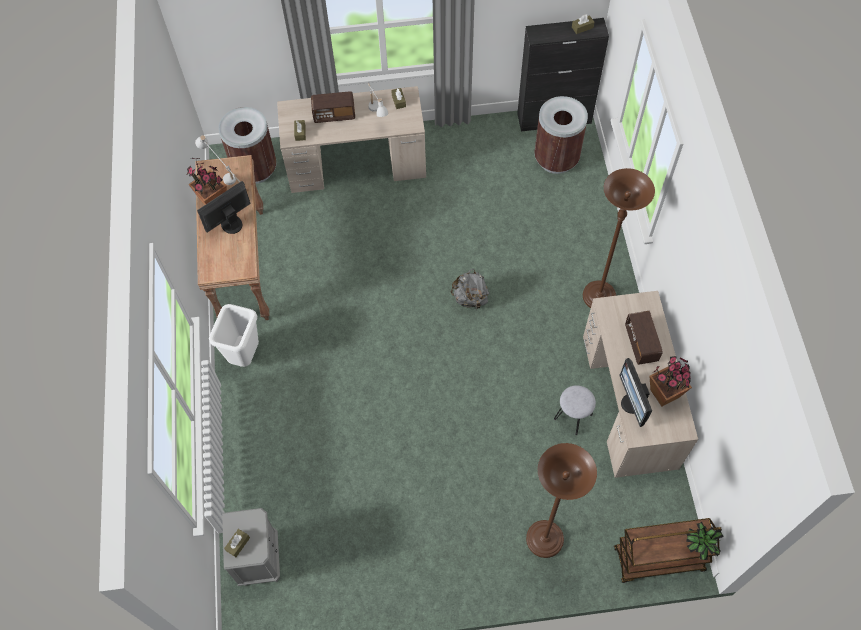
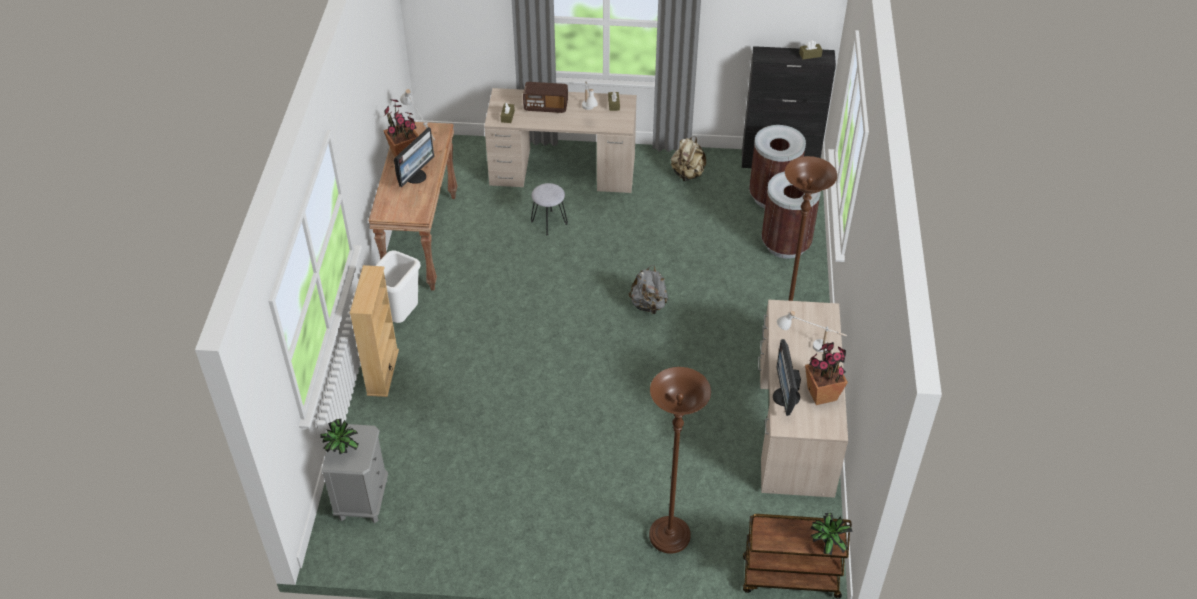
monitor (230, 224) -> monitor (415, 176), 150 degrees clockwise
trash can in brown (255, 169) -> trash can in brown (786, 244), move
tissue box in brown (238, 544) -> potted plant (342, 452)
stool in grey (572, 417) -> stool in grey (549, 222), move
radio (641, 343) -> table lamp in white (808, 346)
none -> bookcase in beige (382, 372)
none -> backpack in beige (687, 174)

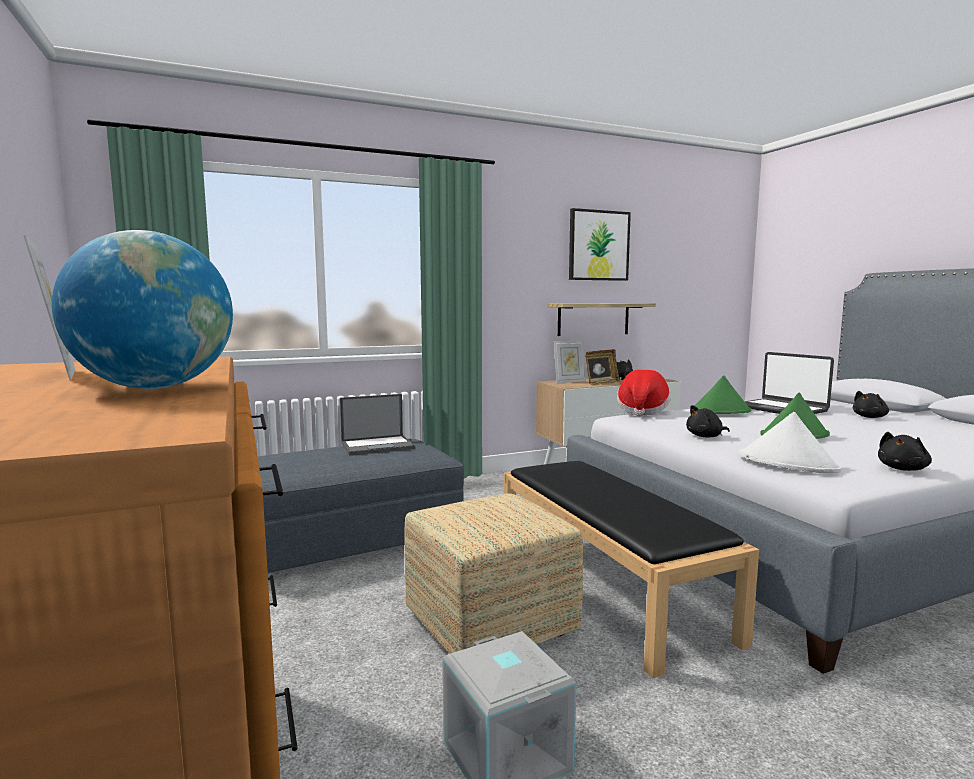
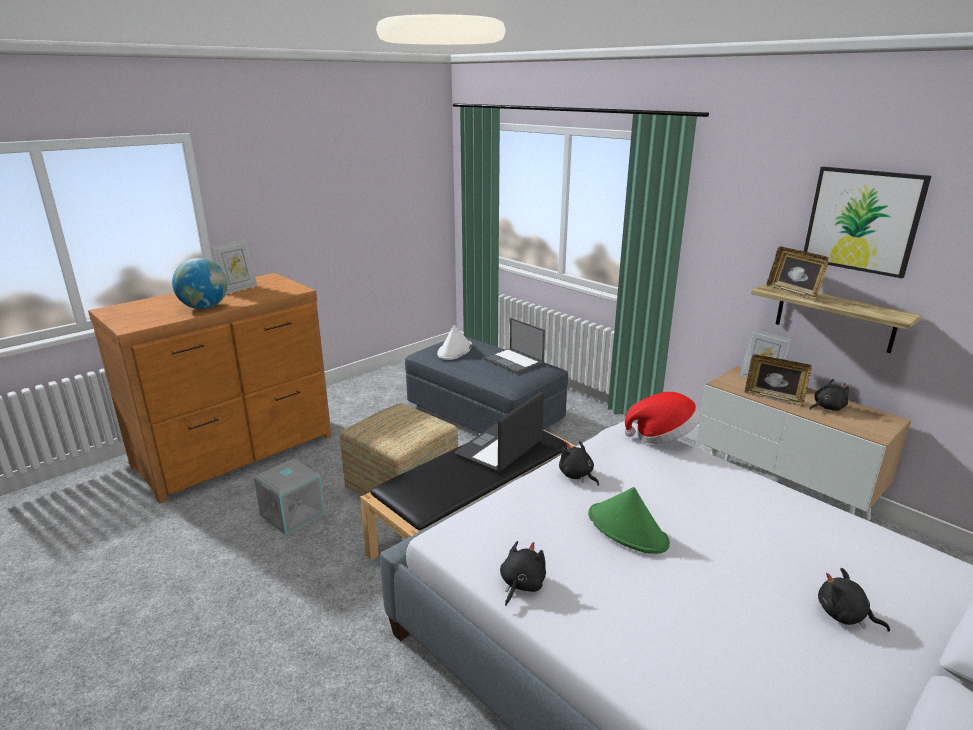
hat in green (720, 411) -> none
hat in white (788, 463) -> hat in white (454, 350), move
laptop (781, 409) -> laptop (500, 449), move
plush toy in black (903, 469) -> plush toy in black (521, 585), 90 degrees clockwise
none -> picture frame (793, 293)

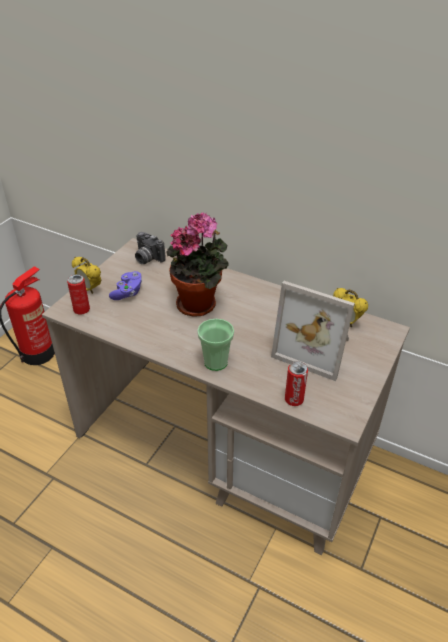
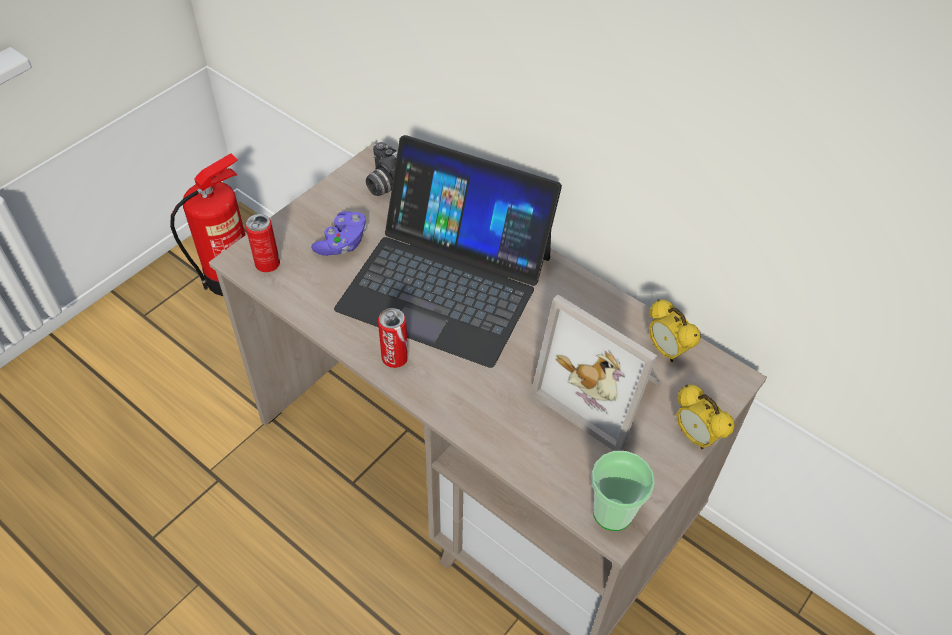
alarm clock (90, 289) -> alarm clock (695, 437), move
potted plant (200, 304) -> laptop (446, 281)
cup (215, 362) -> cup (612, 512), move
can (294, 399) -> can (395, 358), move

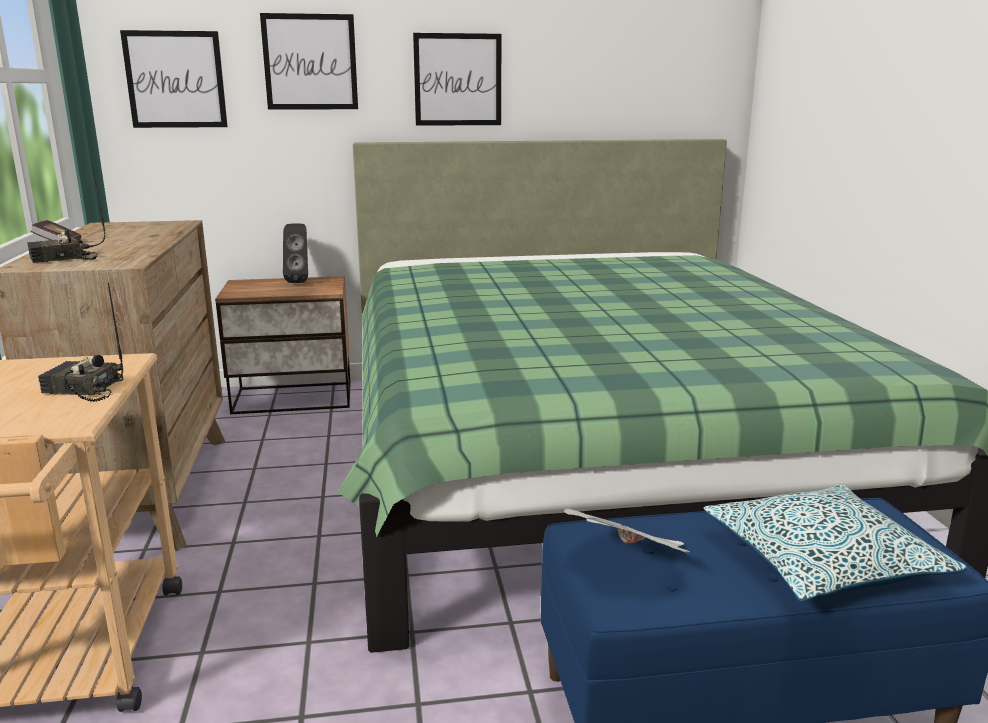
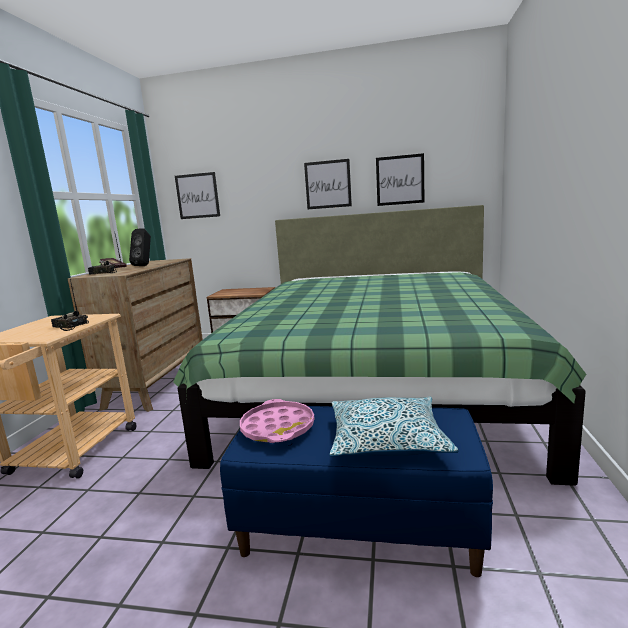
picture (310, 62) -> picture (400, 180), move
speaker in black (299, 281) -> speaker in black (144, 266), move
newspaper (630, 562) -> tray in pink (278, 428)

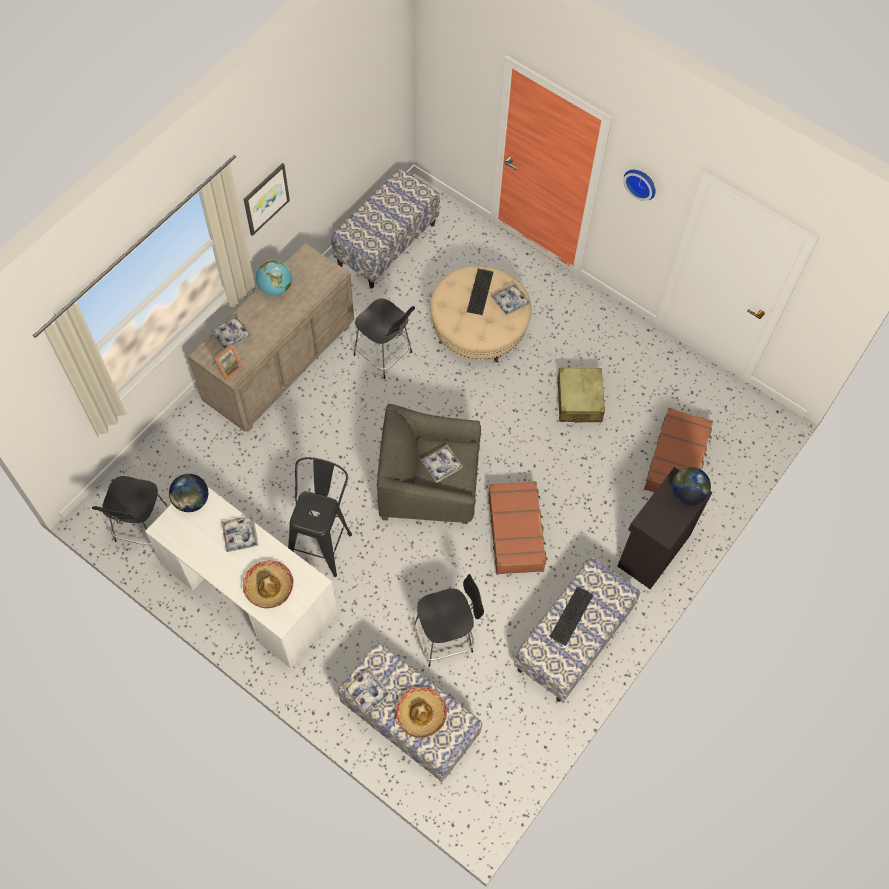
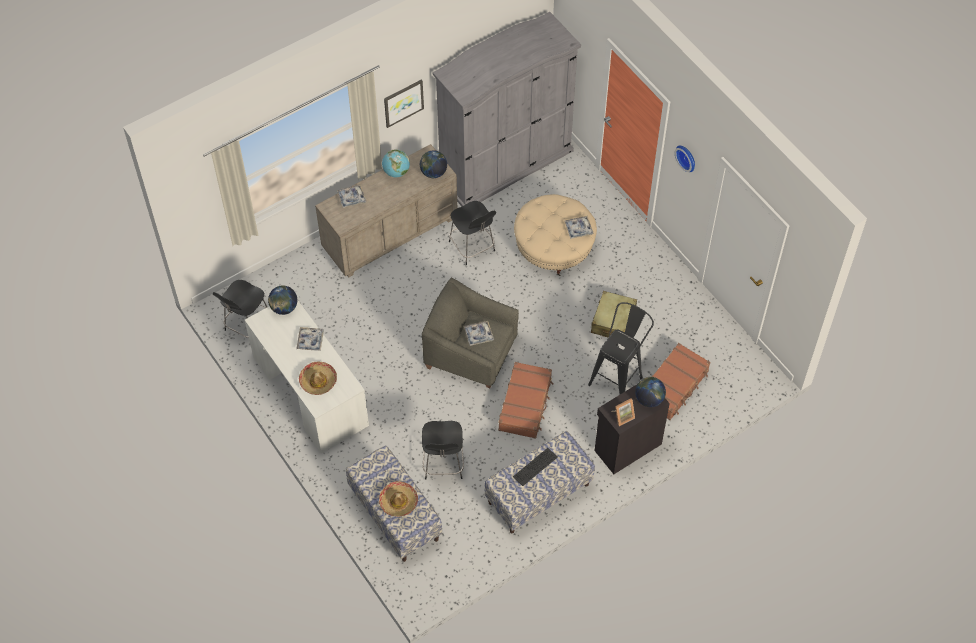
picture frame (228, 368) -> picture frame (622, 416), move
stool in black (322, 541) -> stool in black (618, 377), move
bench (386, 244) -> wardrobe in grey (505, 164)
tray (367, 692) -> none
chair in black (445, 637) -> chair in black (443, 464), 90 degrees clockwise
keyboard (479, 291) -> none
none -> globe (433, 173)

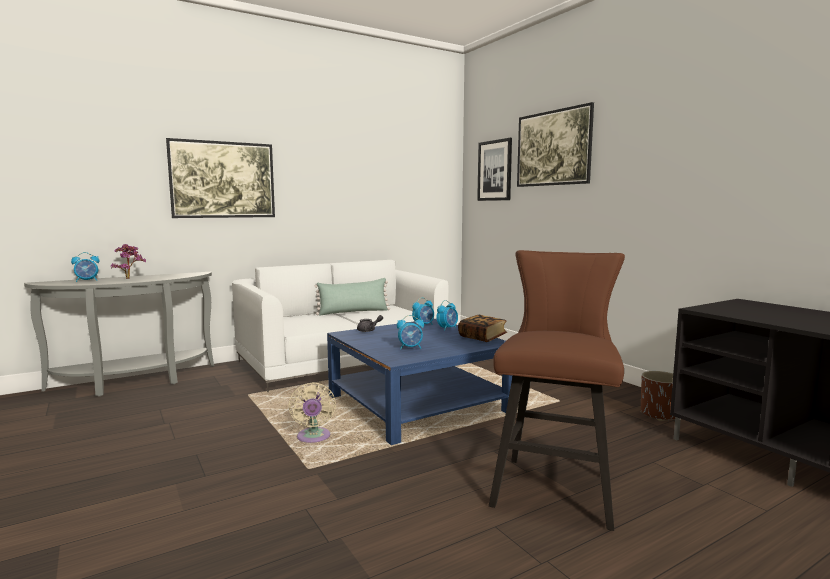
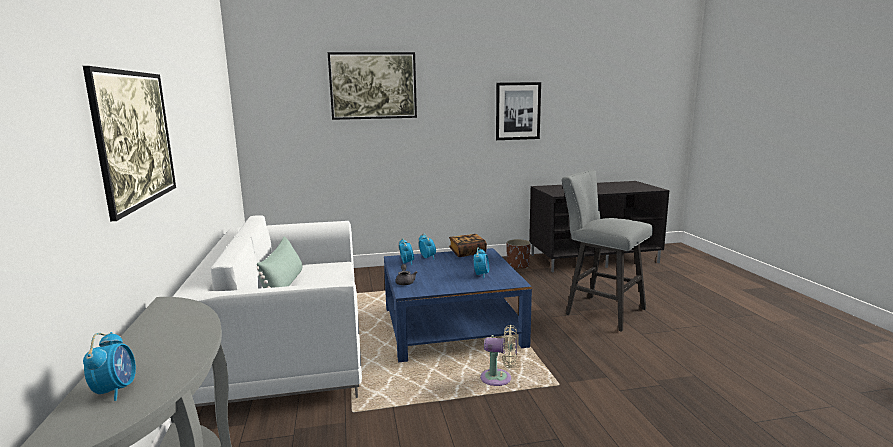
potted plant (129, 278) -> none
picture (495, 170) -> picture (517, 111), move
stool in brown (554, 486) -> stool in grey (600, 311)

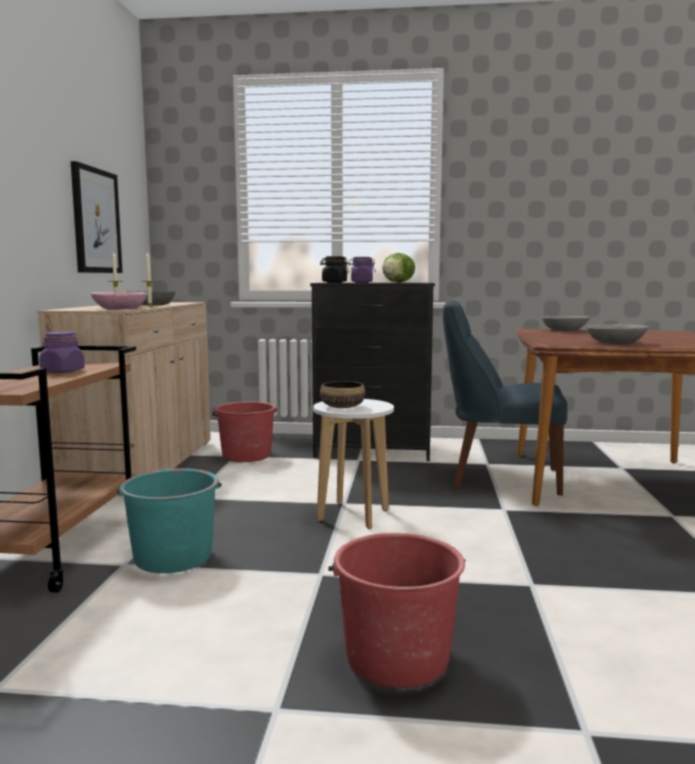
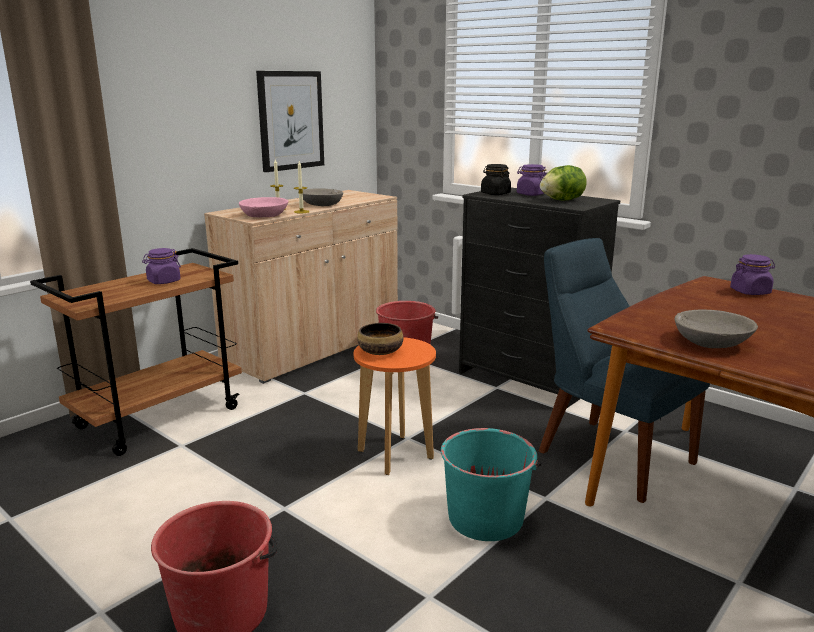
bucket in turquoise (173, 556) -> bucket in turquoise (485, 518), move
stool in white (353, 515) -> stool in orange (395, 455)
bowl in grey (565, 330) -> jar in purple (750, 292)

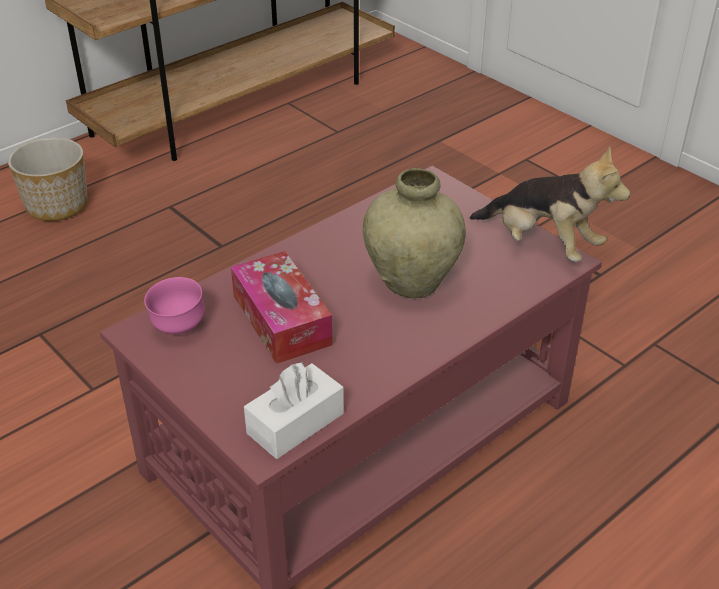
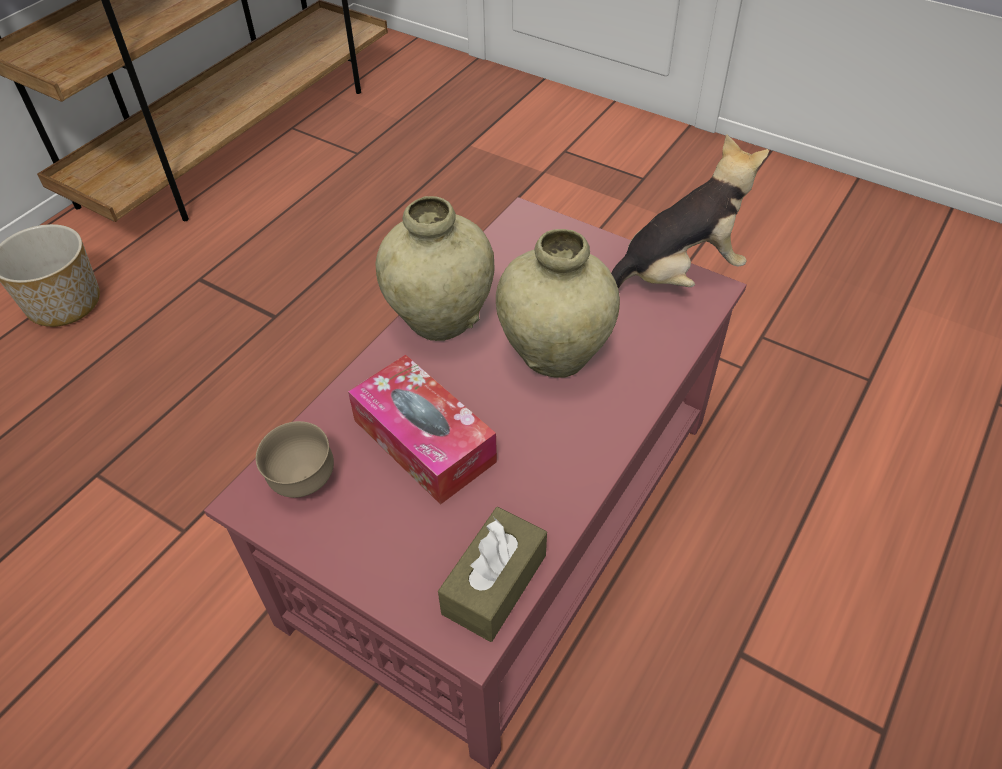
bowl in pink (178, 328) -> bowl in brown (303, 482)
tissue box in white (295, 423) -> tissue box in brown (494, 584)
plush toy (542, 245) -> plush toy (676, 275), 45 degrees counterclockwise
none -> vase in beige (440, 320)

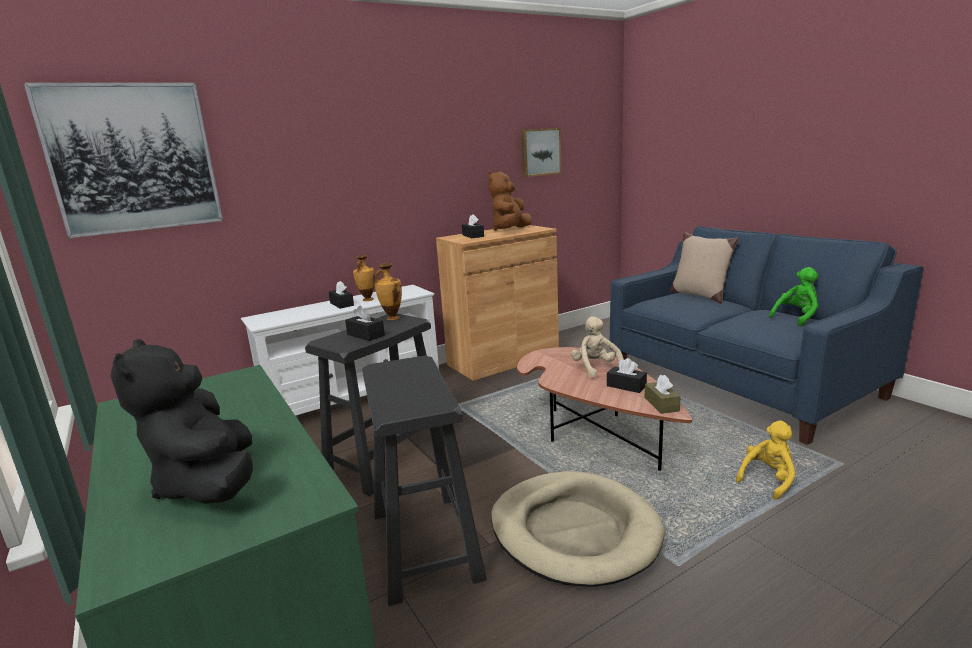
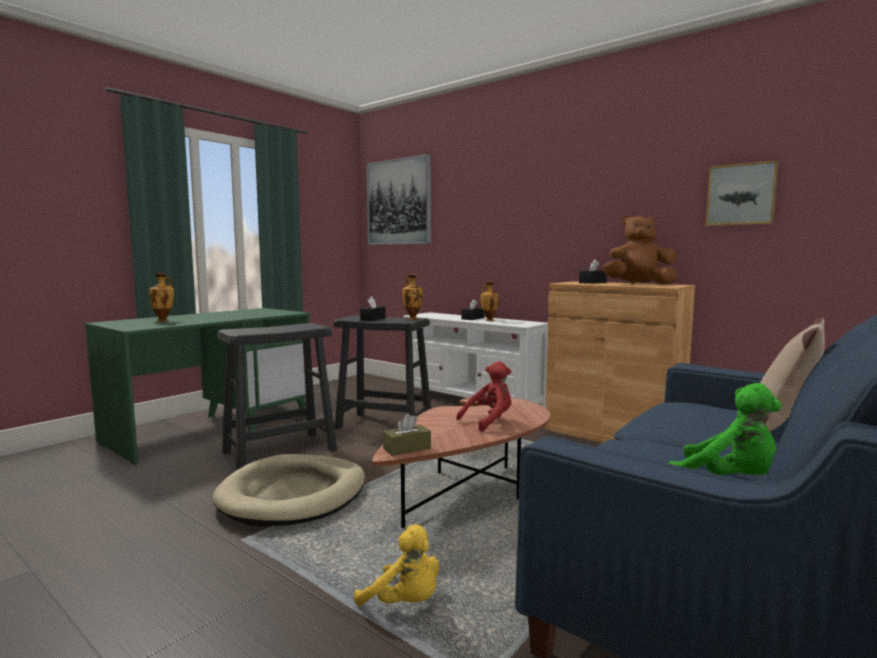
plush toy in black (209, 484) -> vase (163, 320)
plush toy in beige (596, 368) -> plush toy in red (489, 421)
tissue box in black (626, 386) -> none

